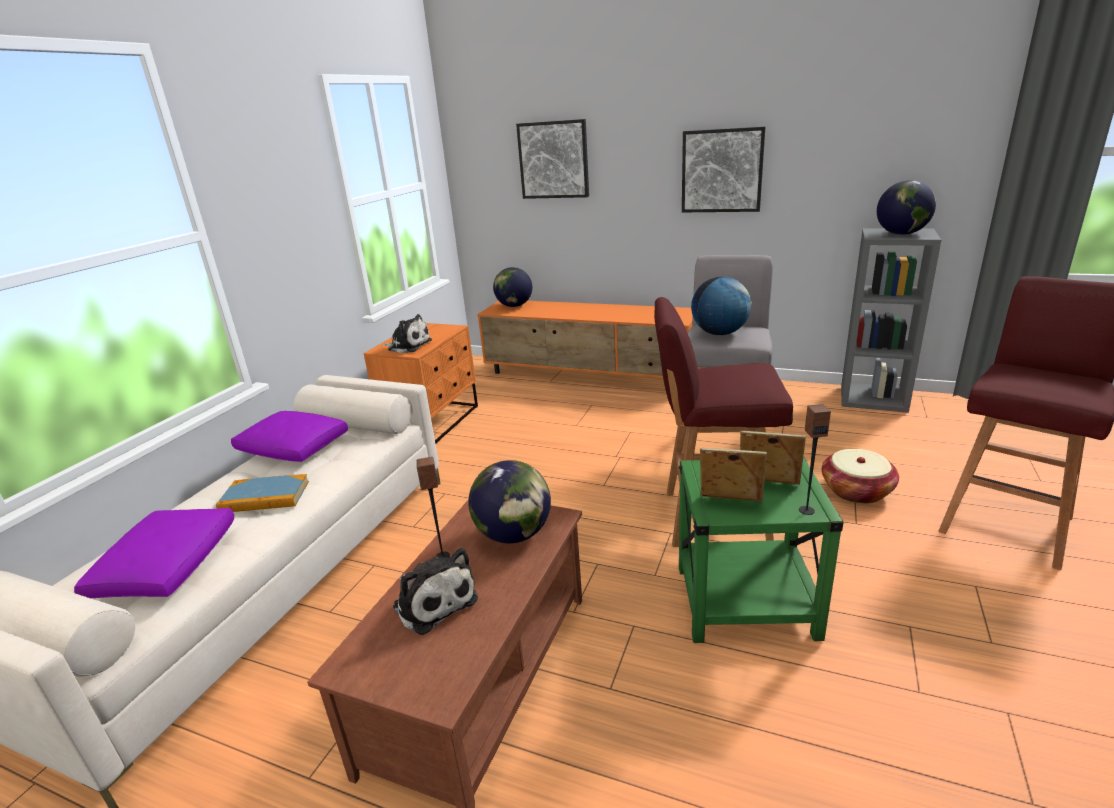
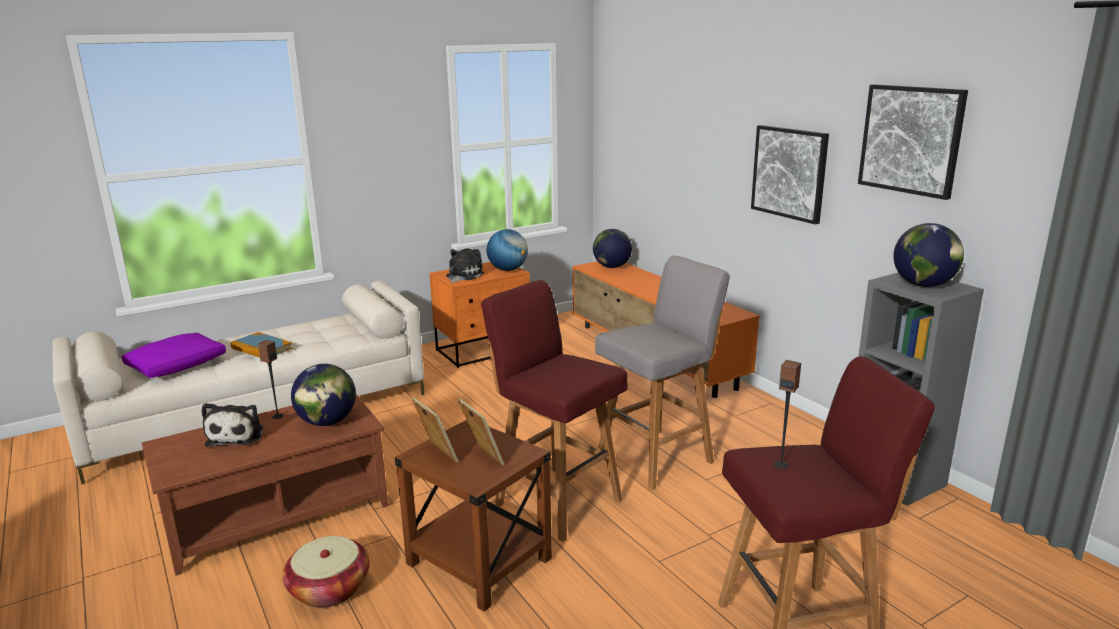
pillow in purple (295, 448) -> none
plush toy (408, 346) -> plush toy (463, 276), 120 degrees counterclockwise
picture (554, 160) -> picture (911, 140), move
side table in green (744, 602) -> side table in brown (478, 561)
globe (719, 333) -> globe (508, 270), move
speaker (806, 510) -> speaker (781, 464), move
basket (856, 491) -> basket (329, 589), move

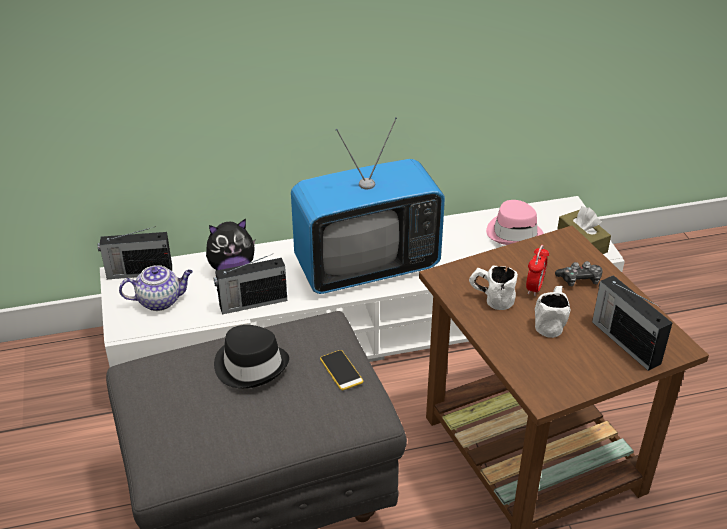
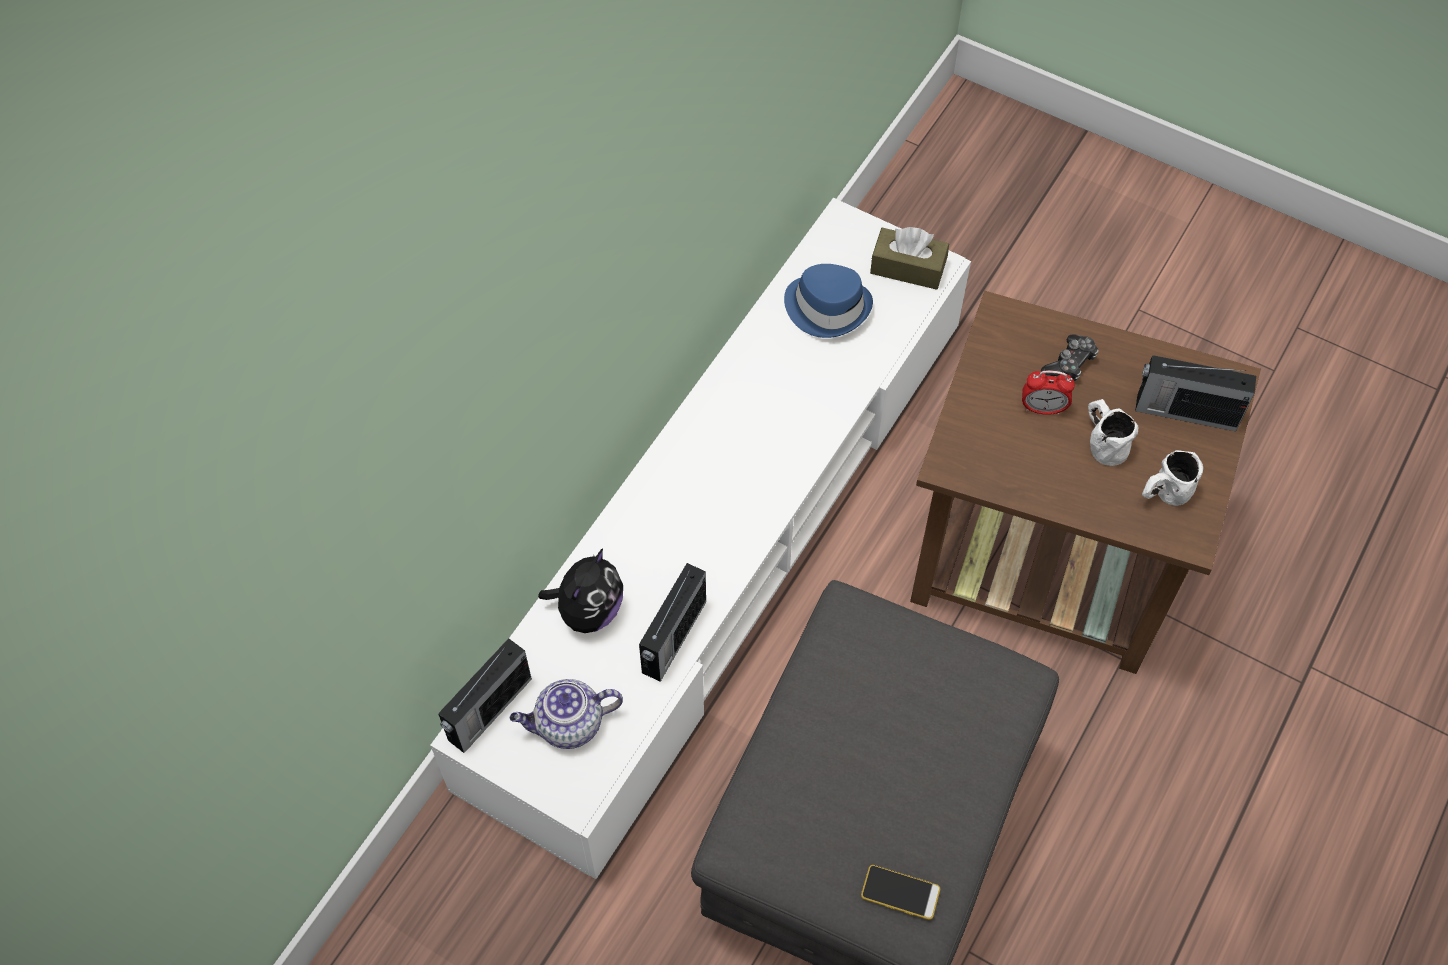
teapot (160, 301) -> teapot (568, 725), 135 degrees counterclockwise
hat in black (251, 365) -> none
television (366, 267) -> none
phone (341, 370) -> phone (900, 892), move
mug in white (490, 299) -> mug in white (1163, 495), move
hat in pink (514, 232) -> hat in blue (828, 307)
alarm clock (534, 287) -> alarm clock (1042, 409), 120 degrees clockwise

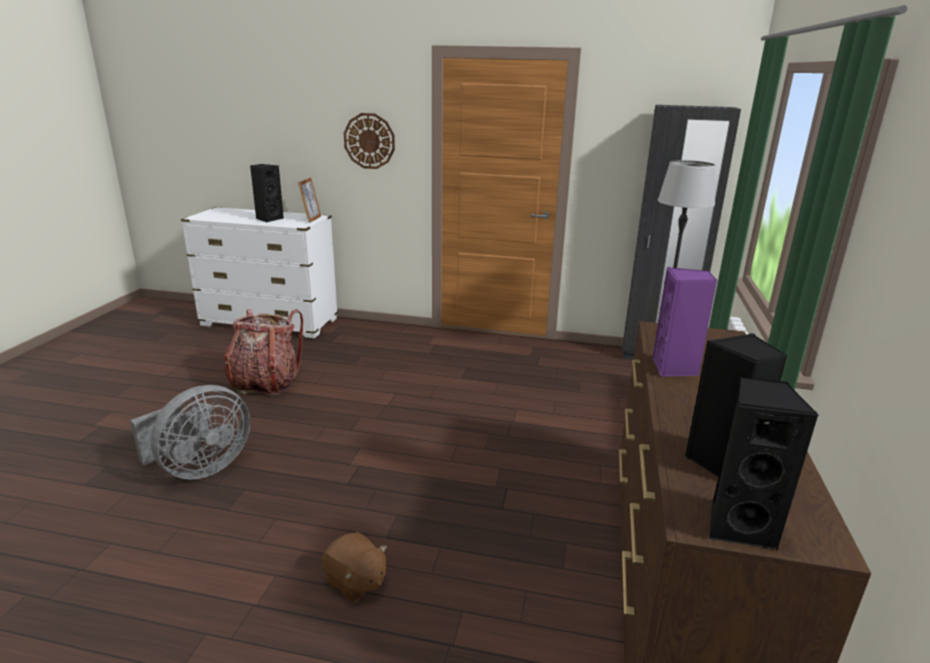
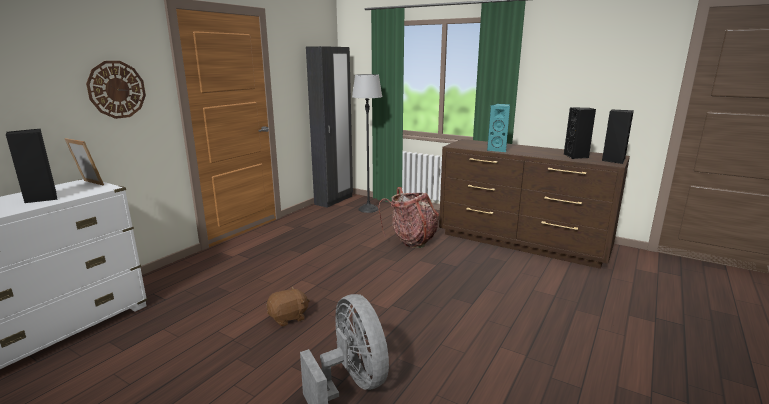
backpack (265, 383) -> backpack (411, 240), move
plush toy in brown (355, 582) -> plush toy in brown (288, 318), move
speaker in purple (675, 368) -> speaker in turquoise (498, 150)

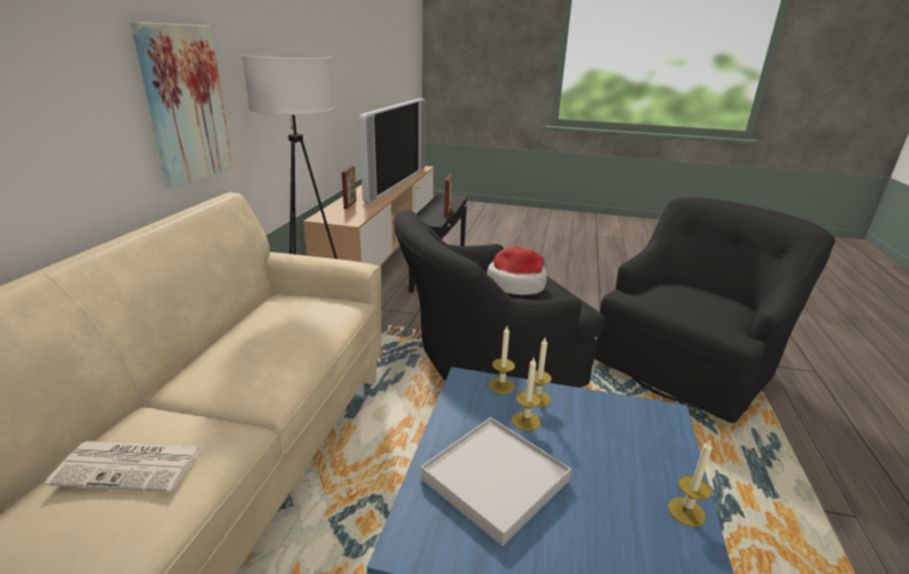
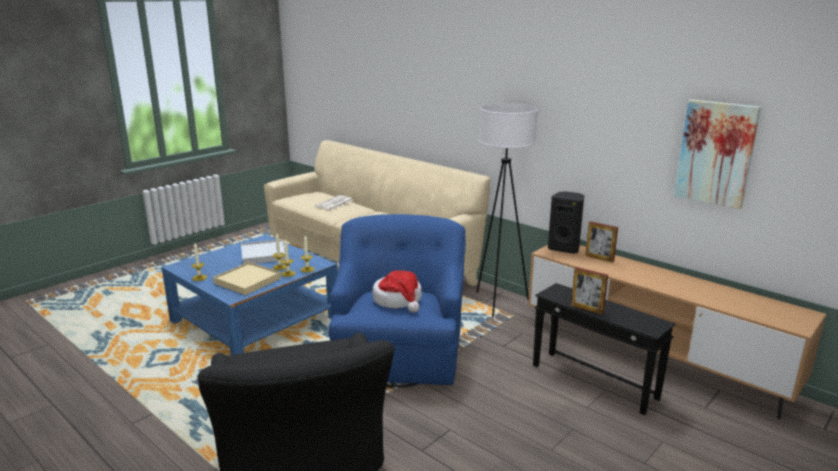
picture (185, 104) -> picture (716, 153), move
television (393, 183) -> none
armchair in black (485, 367) -> armchair in blue (399, 352)
none -> tray in beige (247, 281)
none -> speaker in black (564, 248)

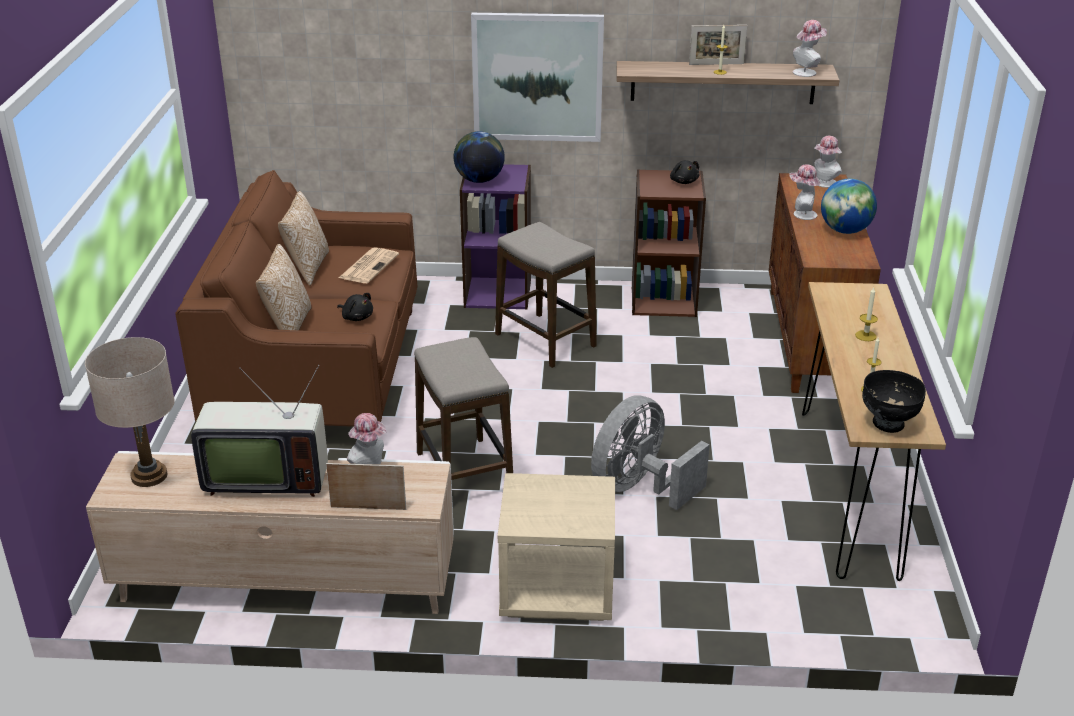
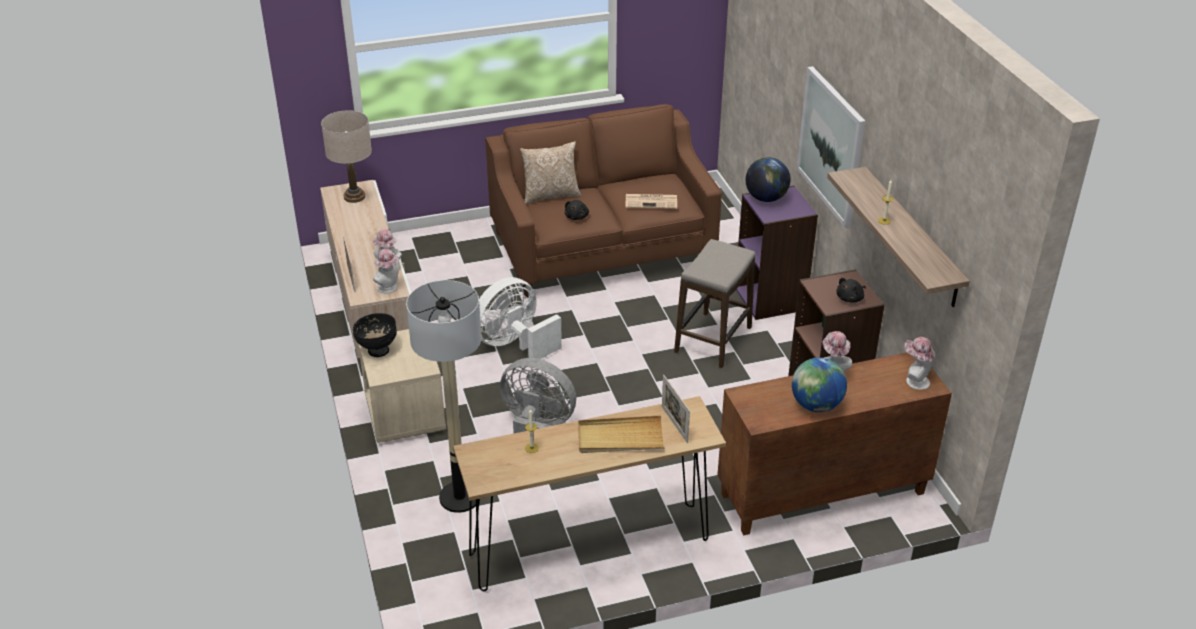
television (265, 478) -> none
pillow (307, 268) -> none
stool (464, 473) -> fan in white (514, 344)
picture frame (716, 64) -> picture frame (674, 424), move
hat (807, 72) -> hat (389, 288), move
candle (865, 336) -> tray in beige (620, 438)
bowl in black (888, 424) -> bowl in black (378, 350), move
none -> floor lamp (459, 498)

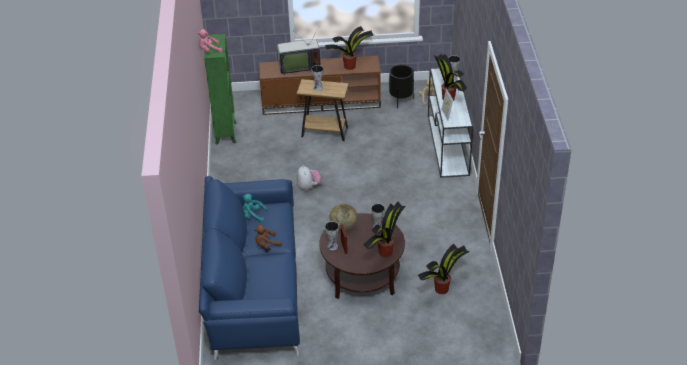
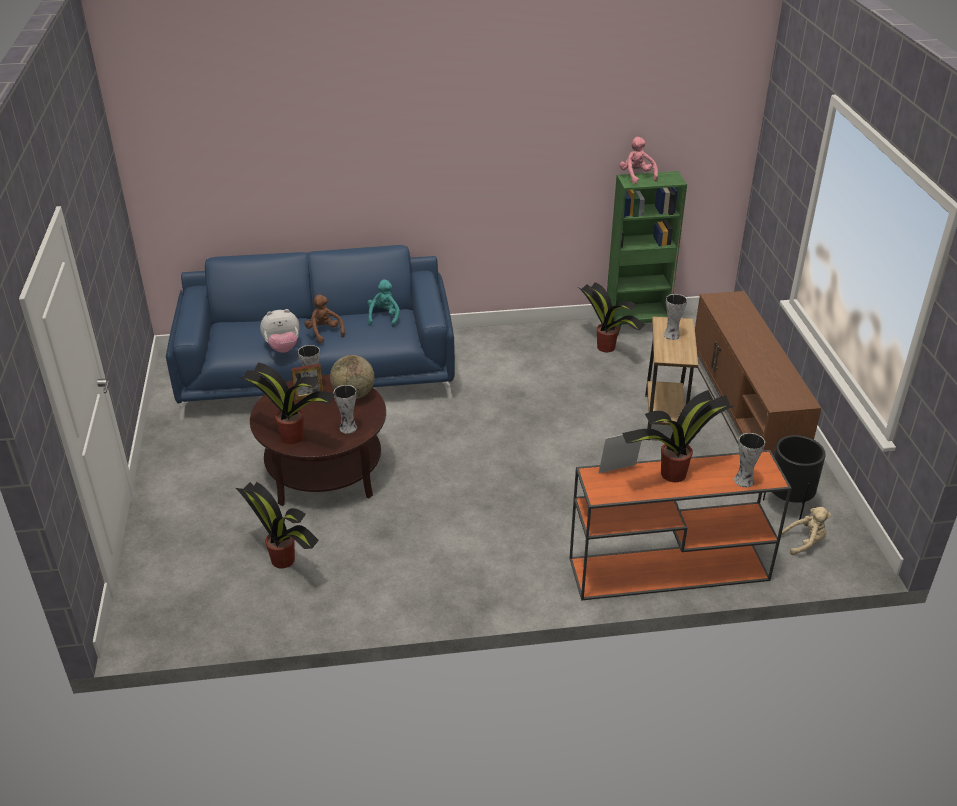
television (298, 67) -> none
plush toy (308, 187) -> plush toy (283, 348), move
potted plant (350, 66) -> potted plant (606, 348), move
console table in white (448, 145) -> console table in orange (666, 570)

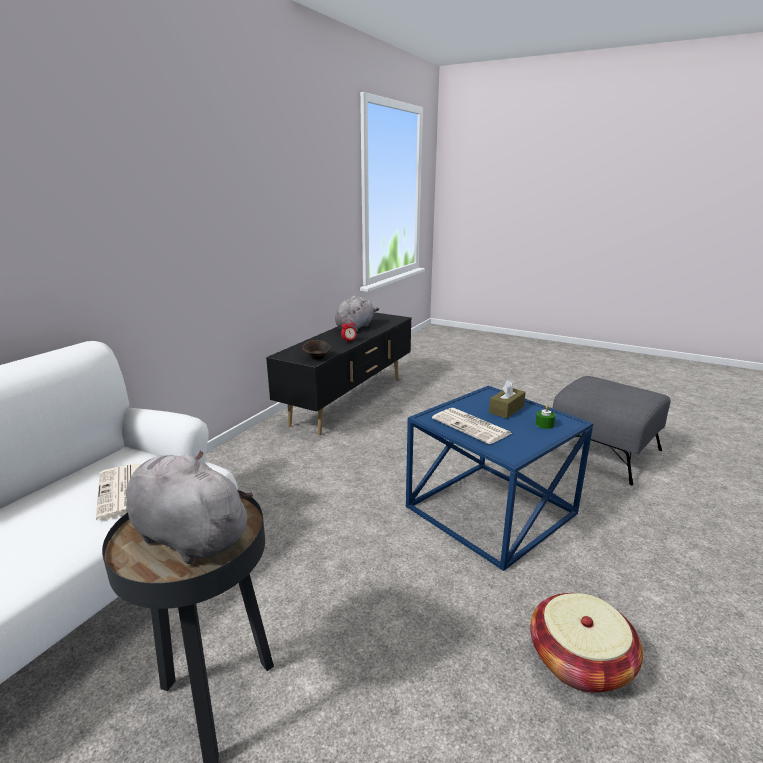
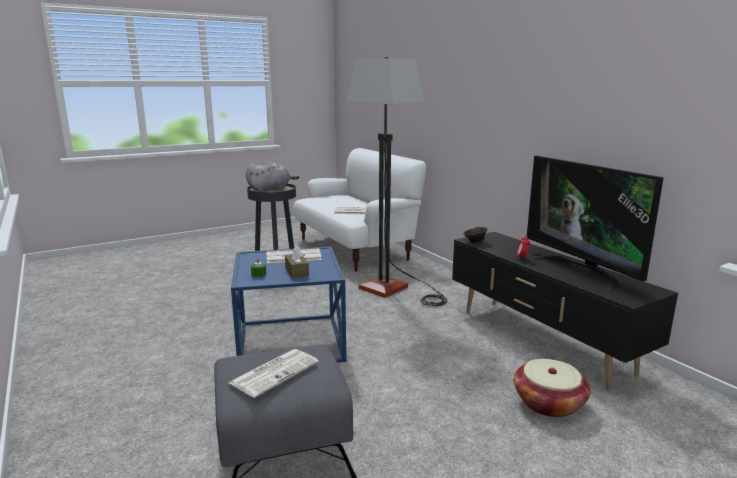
plush toy in grey (355, 327) -> television (582, 269)
basket (580, 661) -> basket (548, 403), move
none -> newspaper (275, 372)
none -> floor lamp (395, 290)

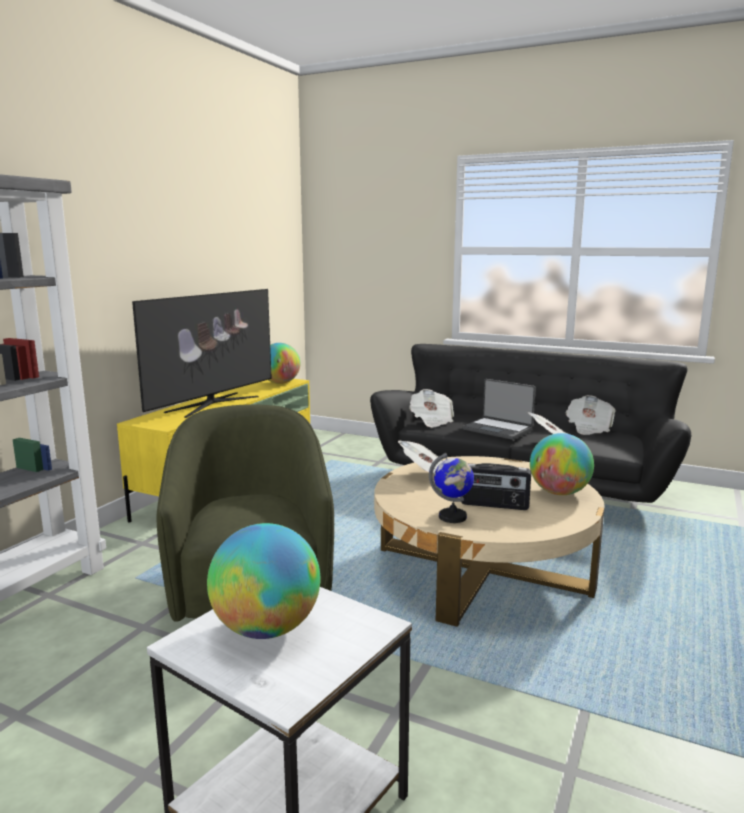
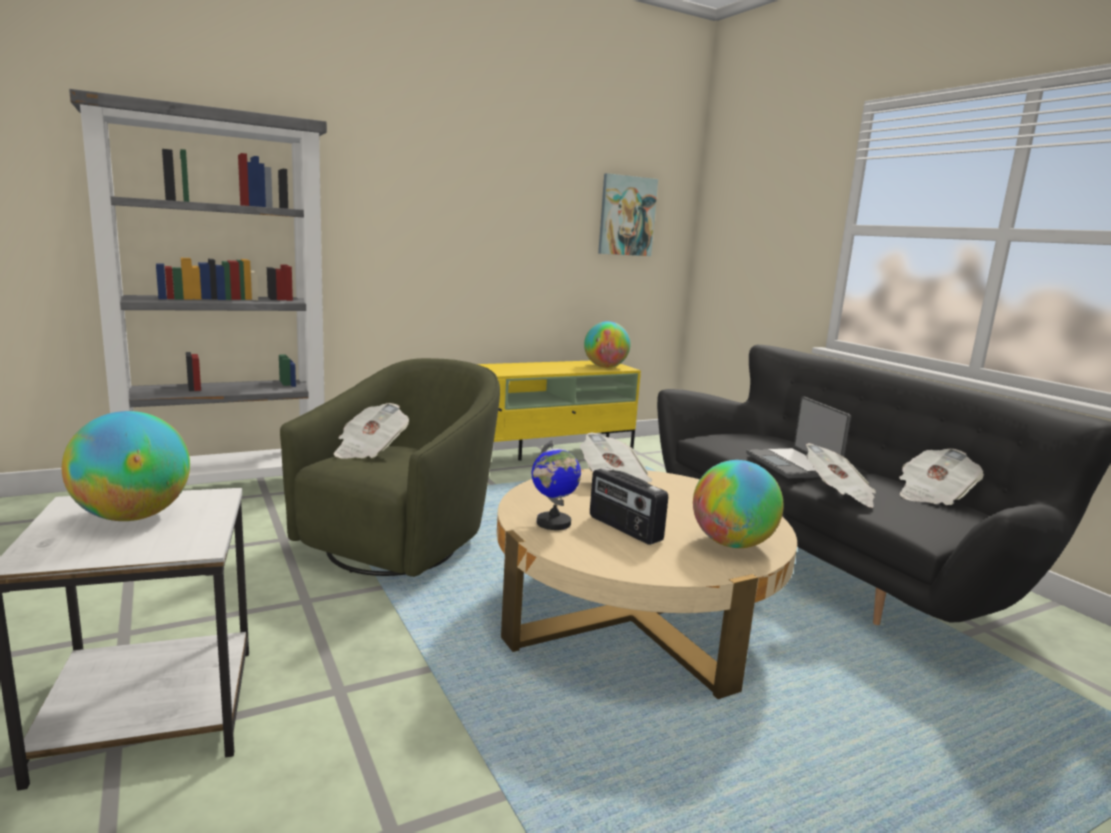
television (212, 404) -> none
newspaper (431, 421) -> newspaper (369, 450), move
none -> picture (626, 216)

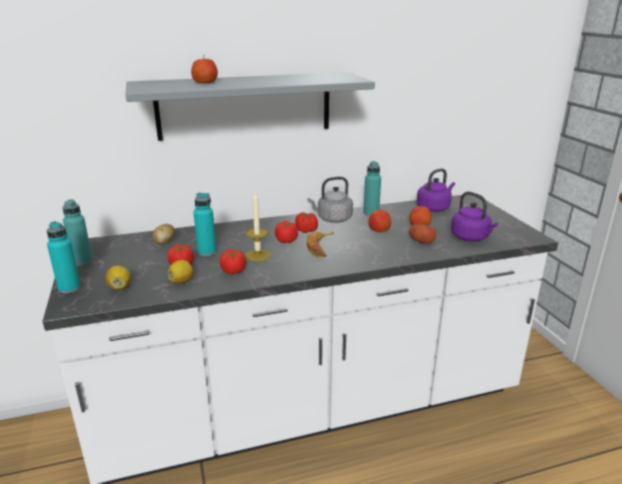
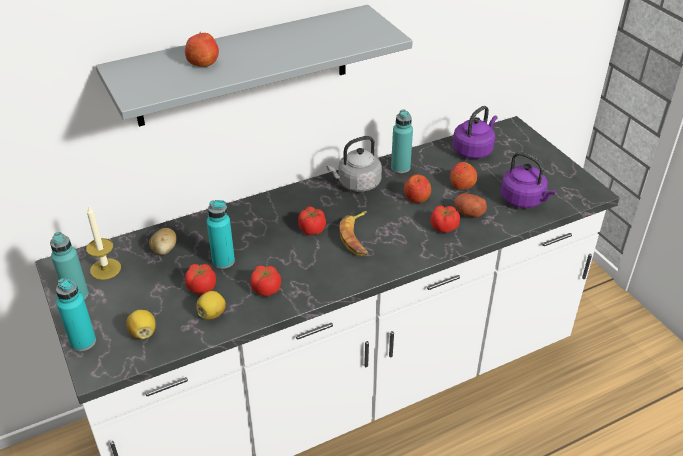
candle (258, 255) -> candle (105, 269), move
tomato (306, 230) -> tomato (444, 227), move

